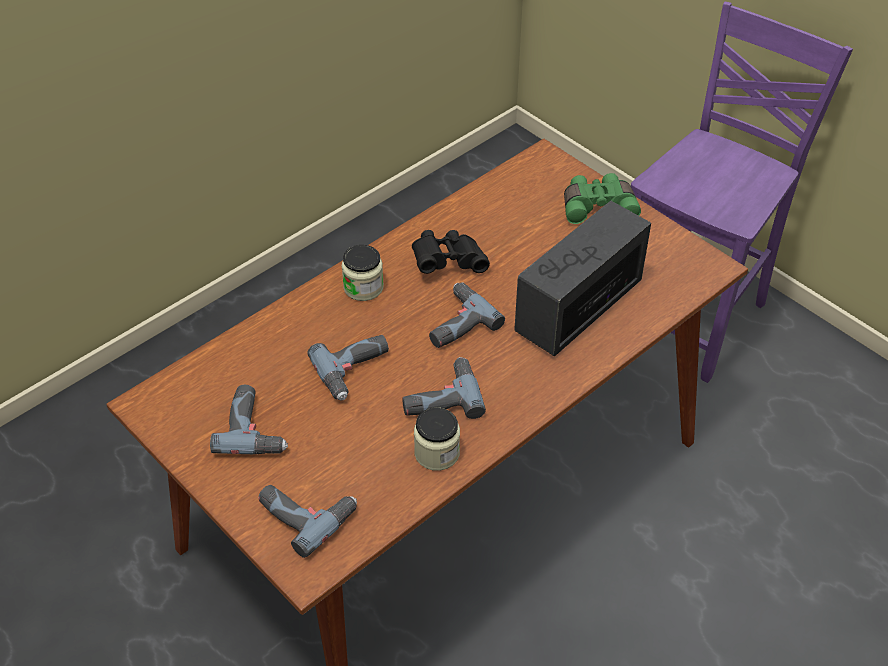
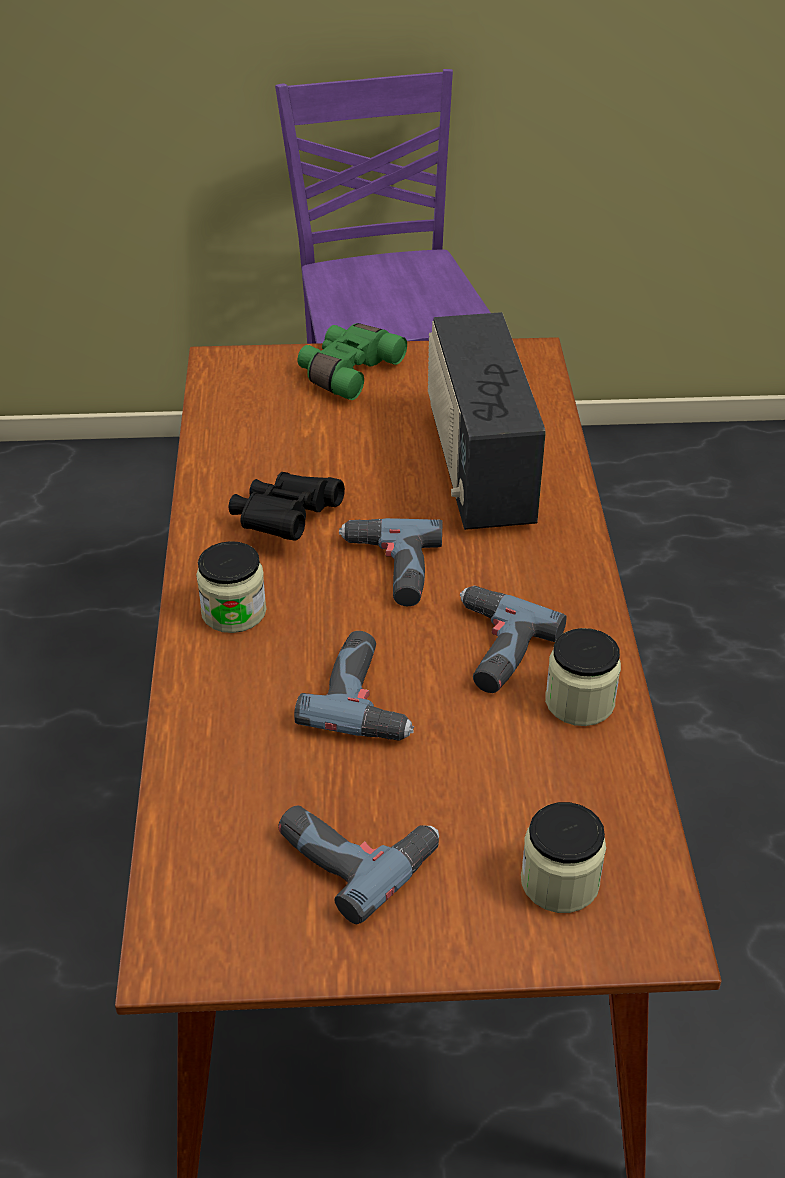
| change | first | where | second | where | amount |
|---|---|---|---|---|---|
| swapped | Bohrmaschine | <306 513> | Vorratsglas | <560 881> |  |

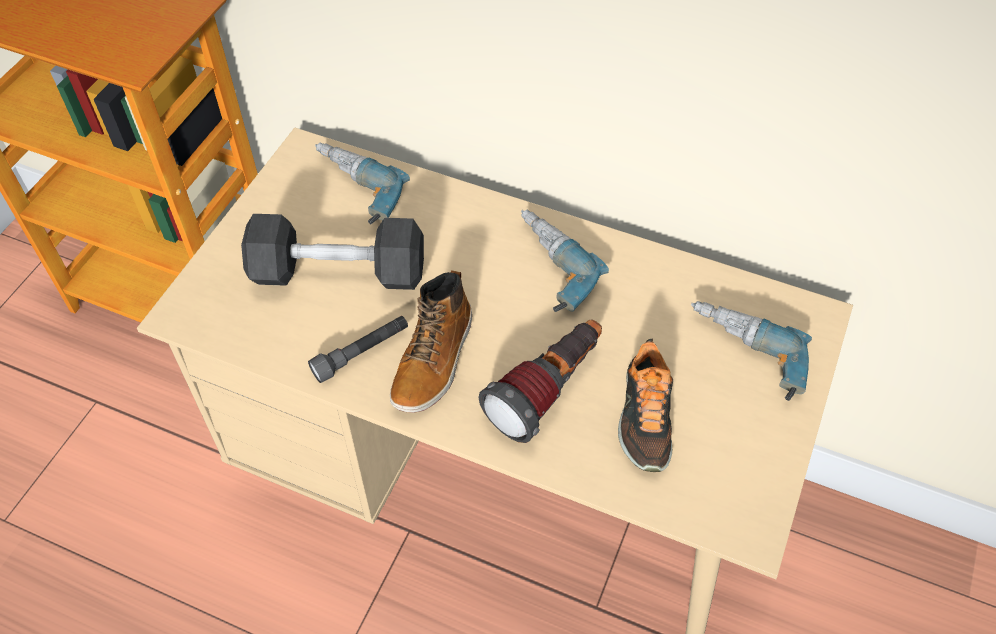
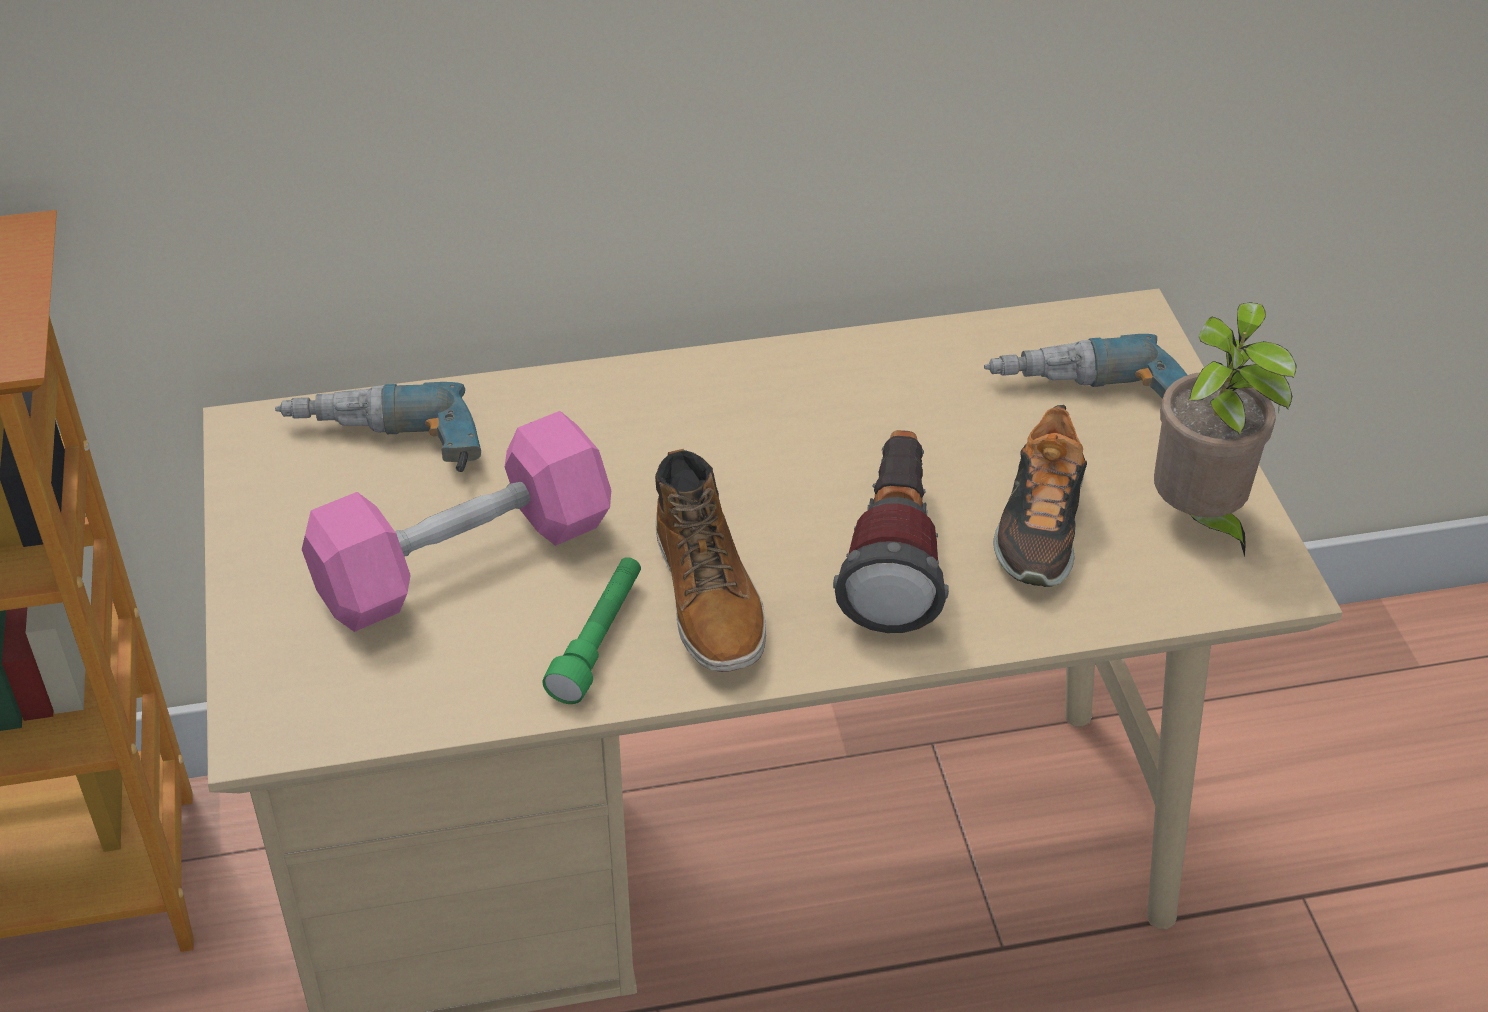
| change | first | where | second | where | amount |
|---|---|---|---|---|---|
| repainted | Hantel/grau | <338 272> | Hantel/rosa | <464 559> |  |
| repainted | Taschenlampe/grau | <361 353> | Taschenlampe/grün | <598 640> |  |
| gone | Bohrmaschine | <545 268> |  |  |  |
| rotated | Schuh | <644 417> |  | <1039 525> | 45 degrees clockwise |
| new |  |  | Topfpflanze | <1199 520> |  |

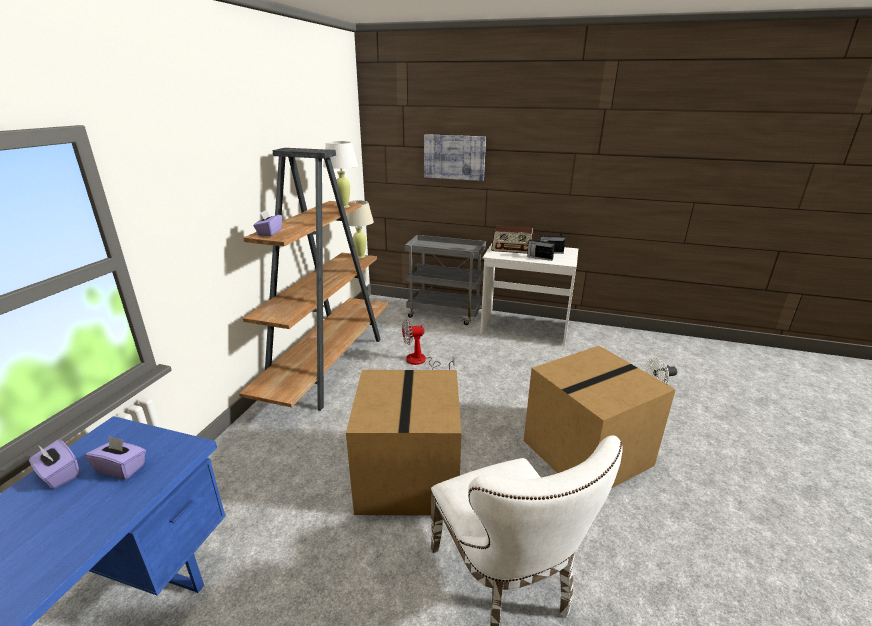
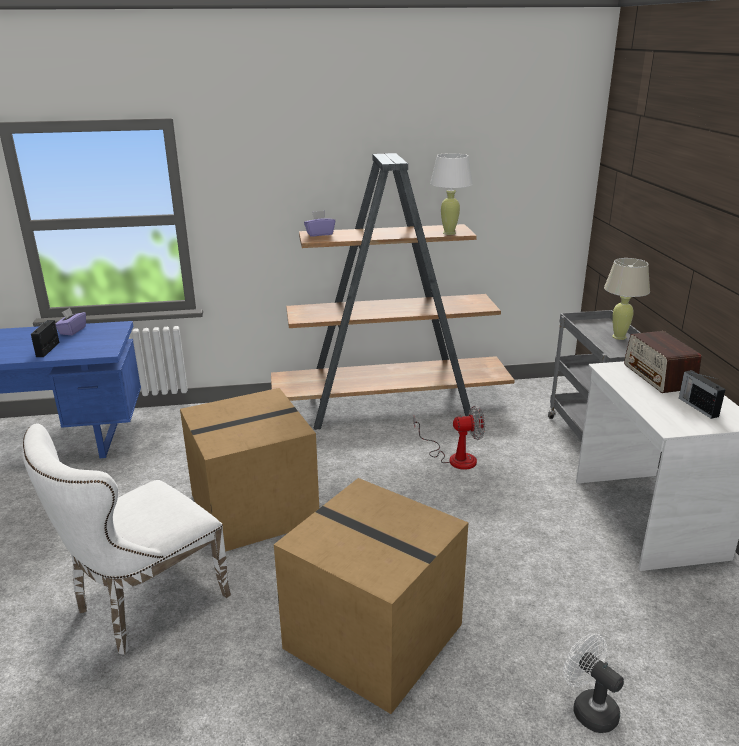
| change | first | where | second | where | amount |
|---|---|---|---|---|---|
| gone | Taschentuchbox/lila | <122 468> |  |  |  |
| shifted | Tischlampe/beige | <360 256> |  | <619 337> |  |
| rotated | Ventilator | <421 362> |  | <454 457> | 120 degrees clockwise |
| gone | Bild | <454 157> |  |  |  |
| shifted | Radio | <539 258> |  | <48 349> |  |

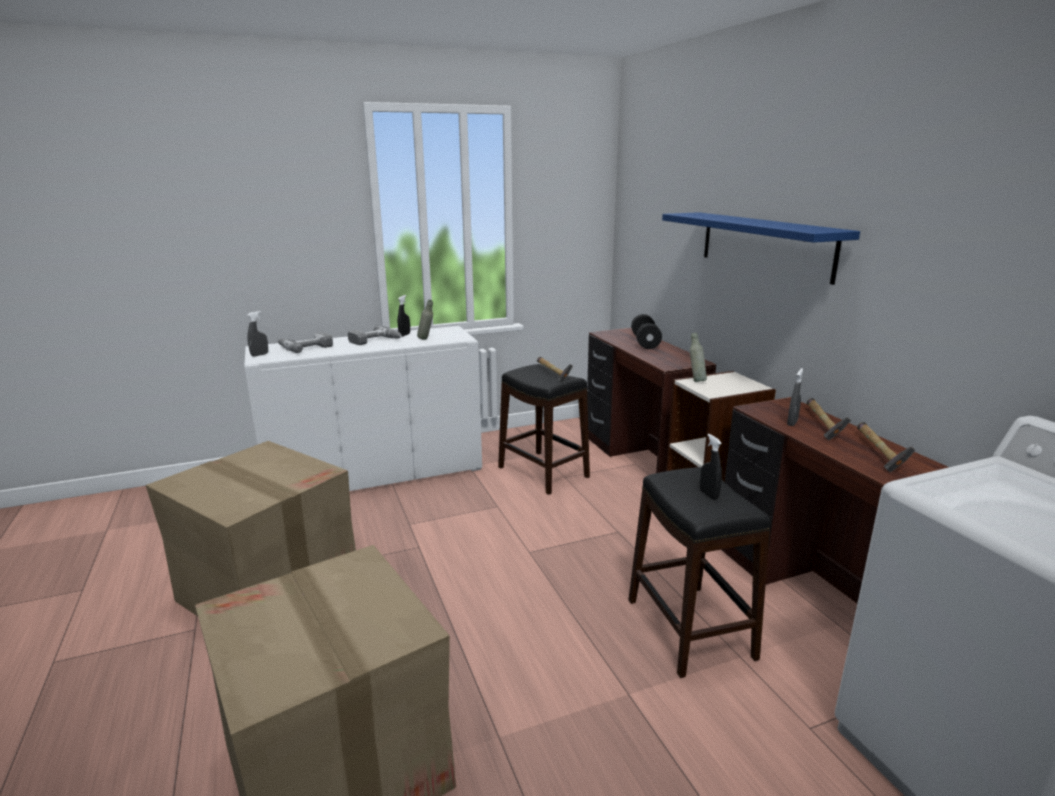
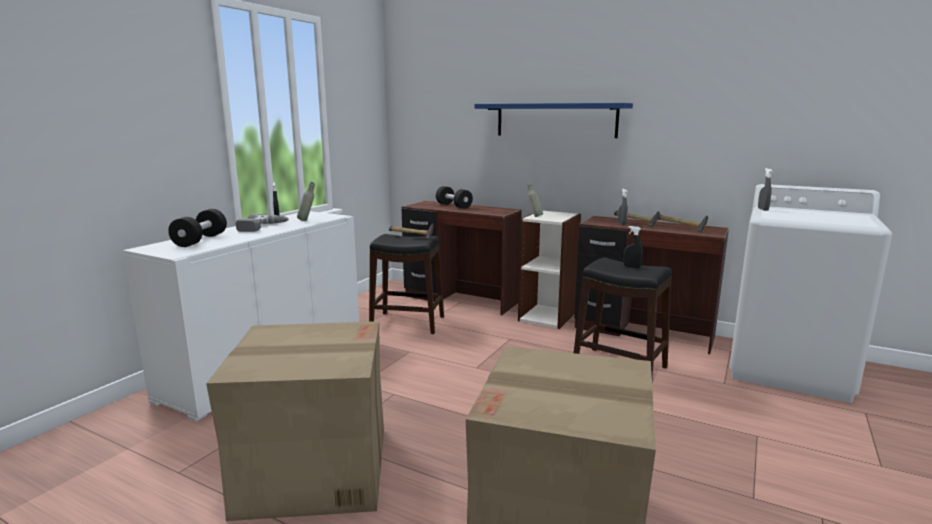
| change | first | where | second | where | amount |
|---|---|---|---|---|---|
| shifted | Sprühflasche/grau | <259 355> |  | <763 209> |  |
| swapped | Bohrmaschine | <305 347> | Hantel/schwarz | <200 240> |  |

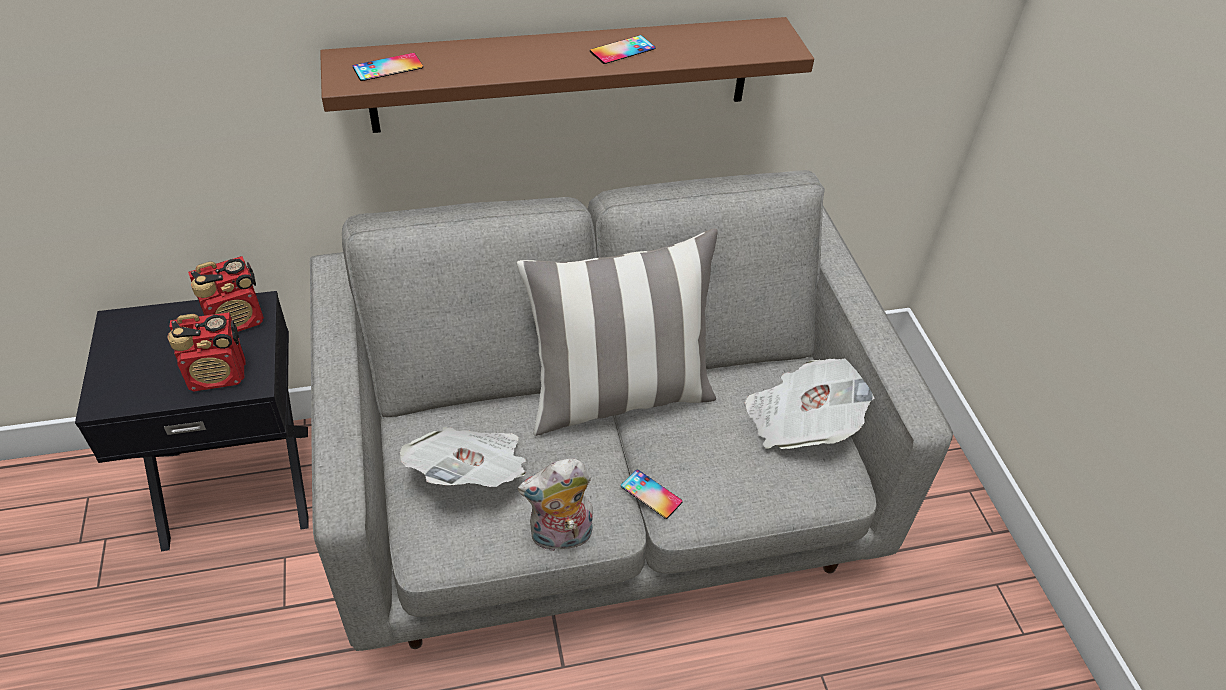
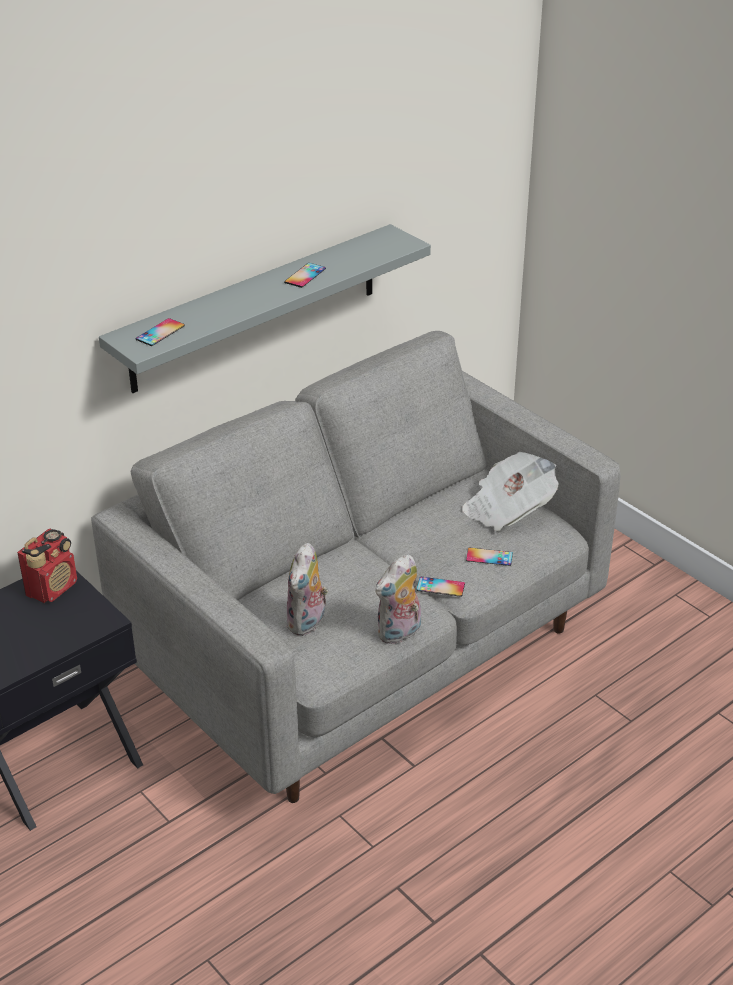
| change | first | where | second | where | amount |
|---|---|---|---|---|---|
| gone | Radio | <218 375> |  |  |  |
| repainted | Wandregal/braun | <563 75> | Wandregal/grau | <255 308> |  |
| swapped | Zeitung | <472 474> | Plüschtier | <308 623> |  |
| gone | Kissen | <619 395> |  |  |  |
| new |  |  | Handy | <489 557> |  |

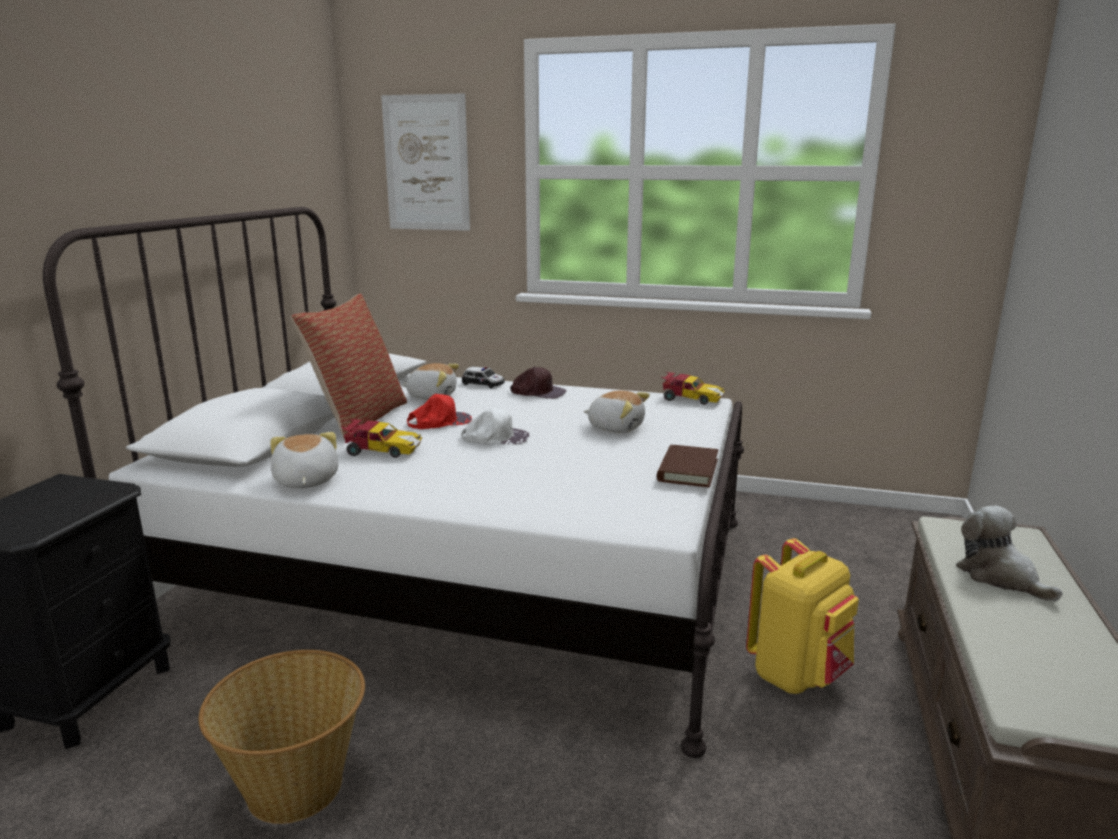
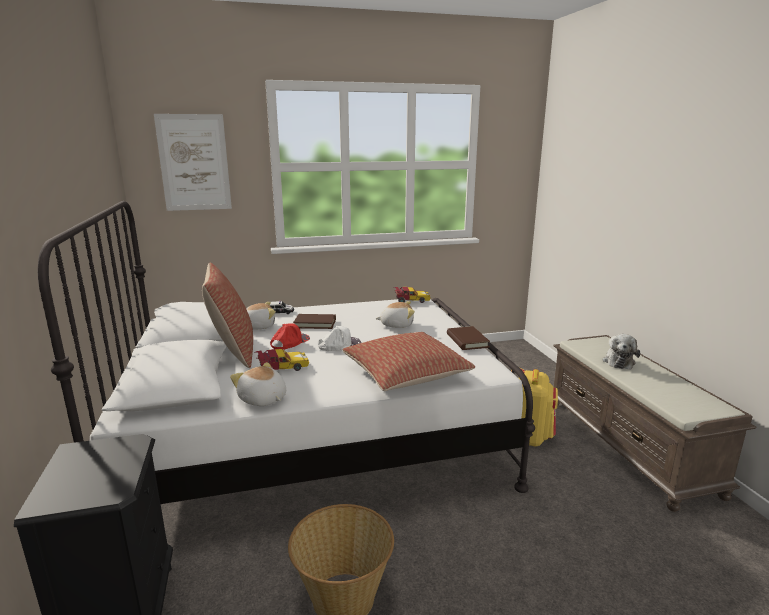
| change | first | where | second | where | amount |
|---|---|---|---|---|---|
| gone | Kappe/braun | <538 392> |  |  |  |
| rotated | Plüschtier | <1000 577> |  | <618 361> | 105 degrees counterclockwise |
| new |  |  | Buch/braun | <315 323> |  |
| new |  |  | Kissen | <405 374> |  |

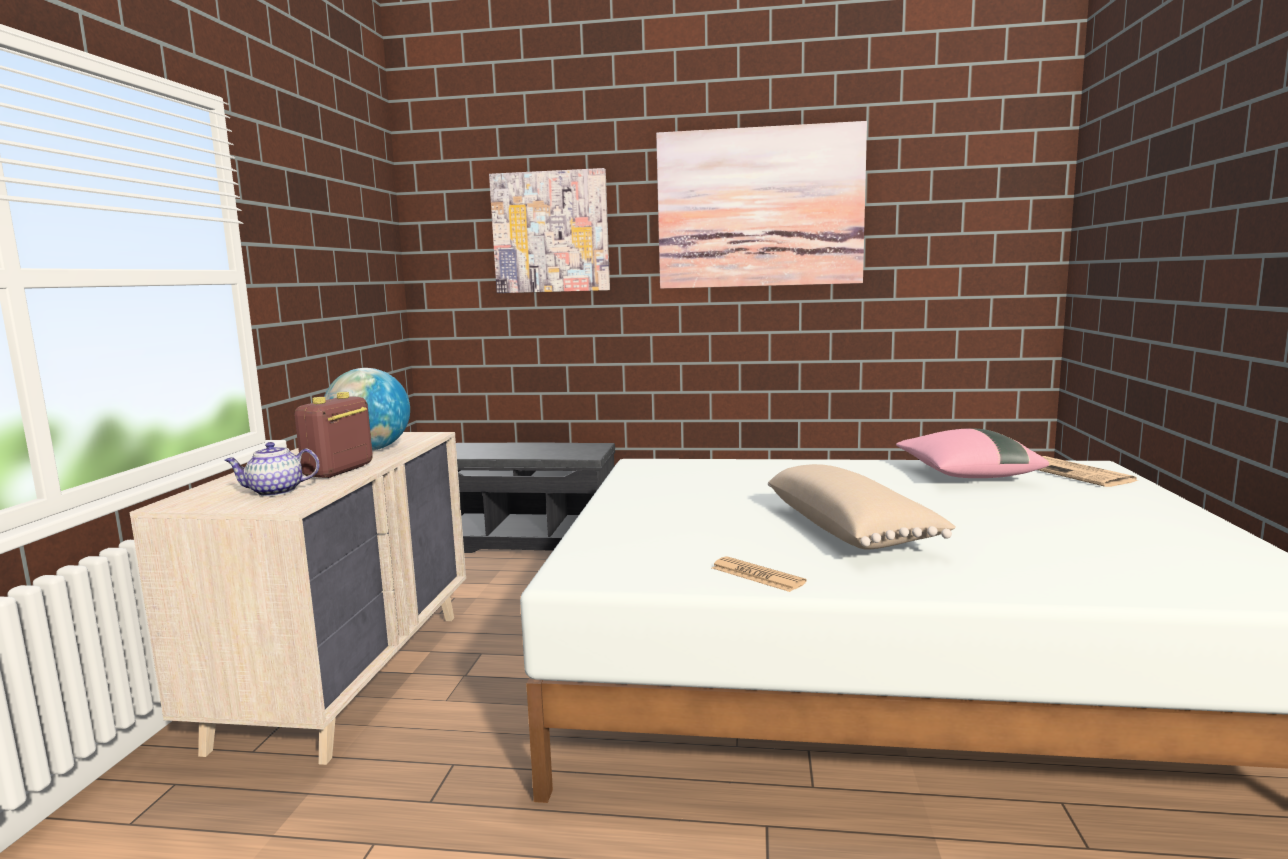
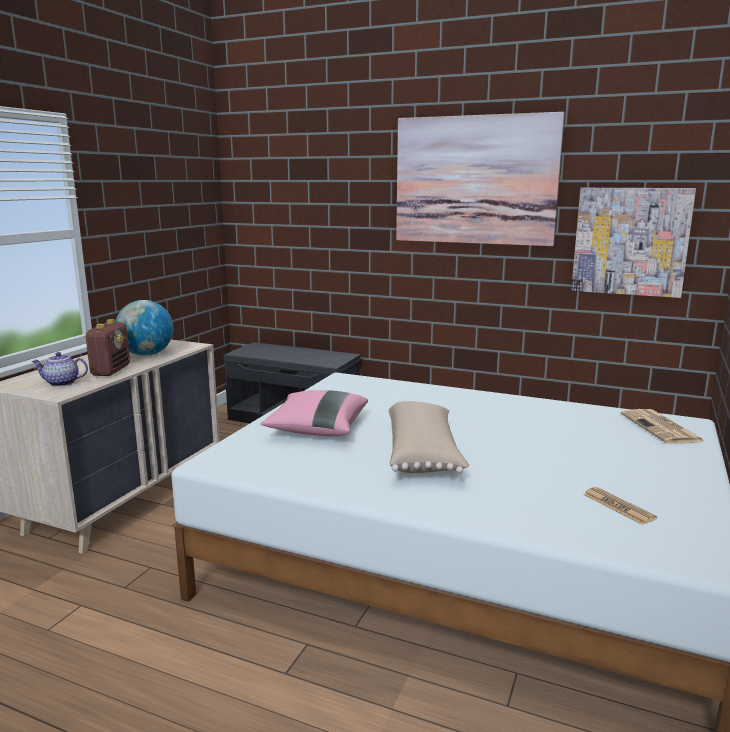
| change | first | where | second | where | amount |
|---|---|---|---|---|---|
| rotated | Radio | <338 471> |  | <111 370> | 150 degrees clockwise |
| shifted | Bild | <550 232> |  | <630 241> |  |
| shifted | Zeitung | <757 575> |  | <618 506> |  |
| shifted | Kissen/rosa | <966 475> |  | <317 429> |  |

